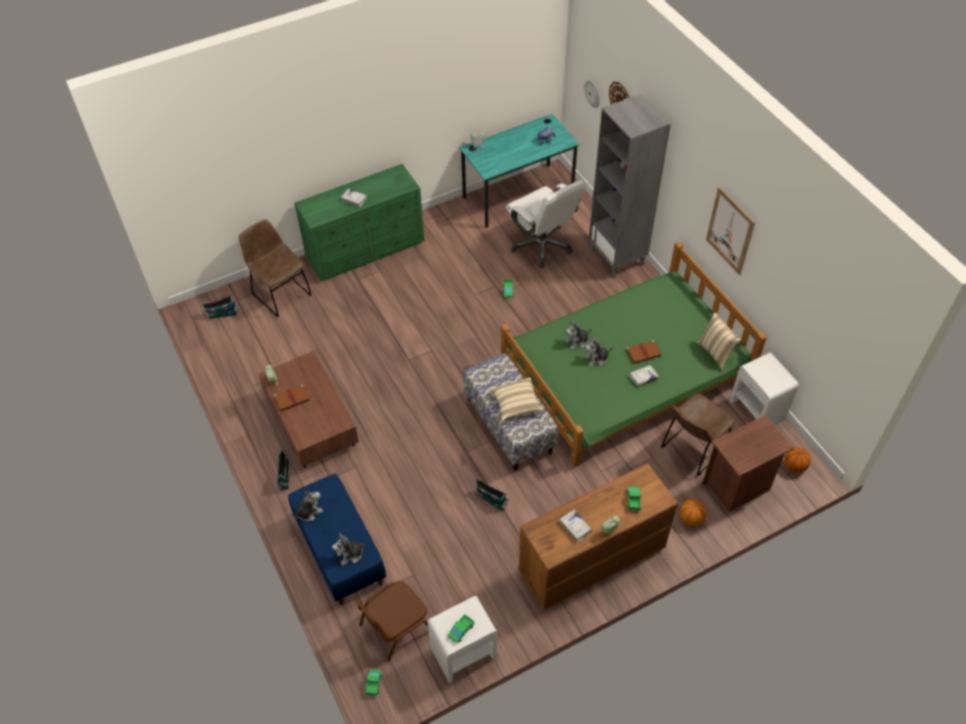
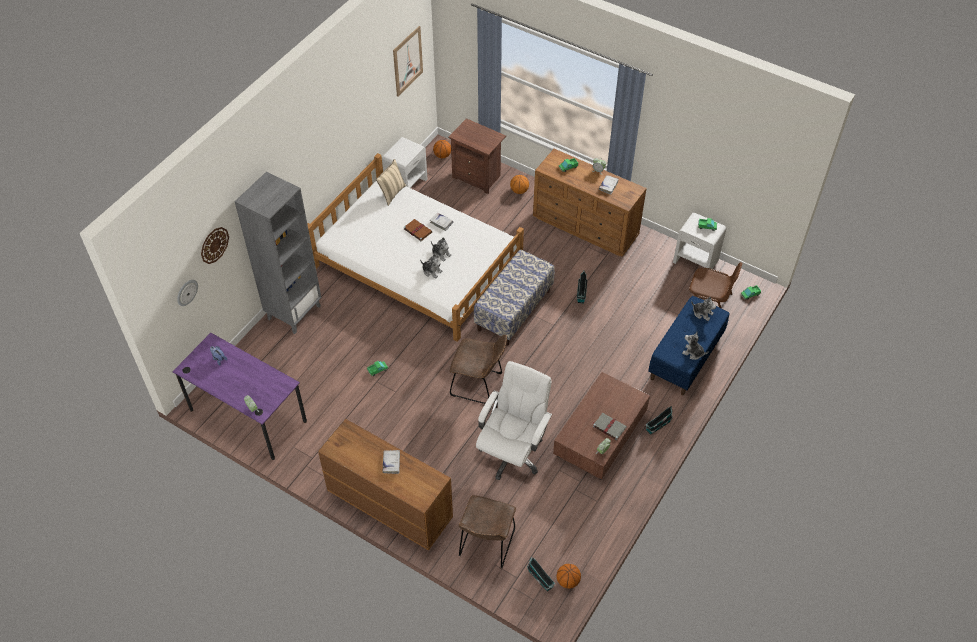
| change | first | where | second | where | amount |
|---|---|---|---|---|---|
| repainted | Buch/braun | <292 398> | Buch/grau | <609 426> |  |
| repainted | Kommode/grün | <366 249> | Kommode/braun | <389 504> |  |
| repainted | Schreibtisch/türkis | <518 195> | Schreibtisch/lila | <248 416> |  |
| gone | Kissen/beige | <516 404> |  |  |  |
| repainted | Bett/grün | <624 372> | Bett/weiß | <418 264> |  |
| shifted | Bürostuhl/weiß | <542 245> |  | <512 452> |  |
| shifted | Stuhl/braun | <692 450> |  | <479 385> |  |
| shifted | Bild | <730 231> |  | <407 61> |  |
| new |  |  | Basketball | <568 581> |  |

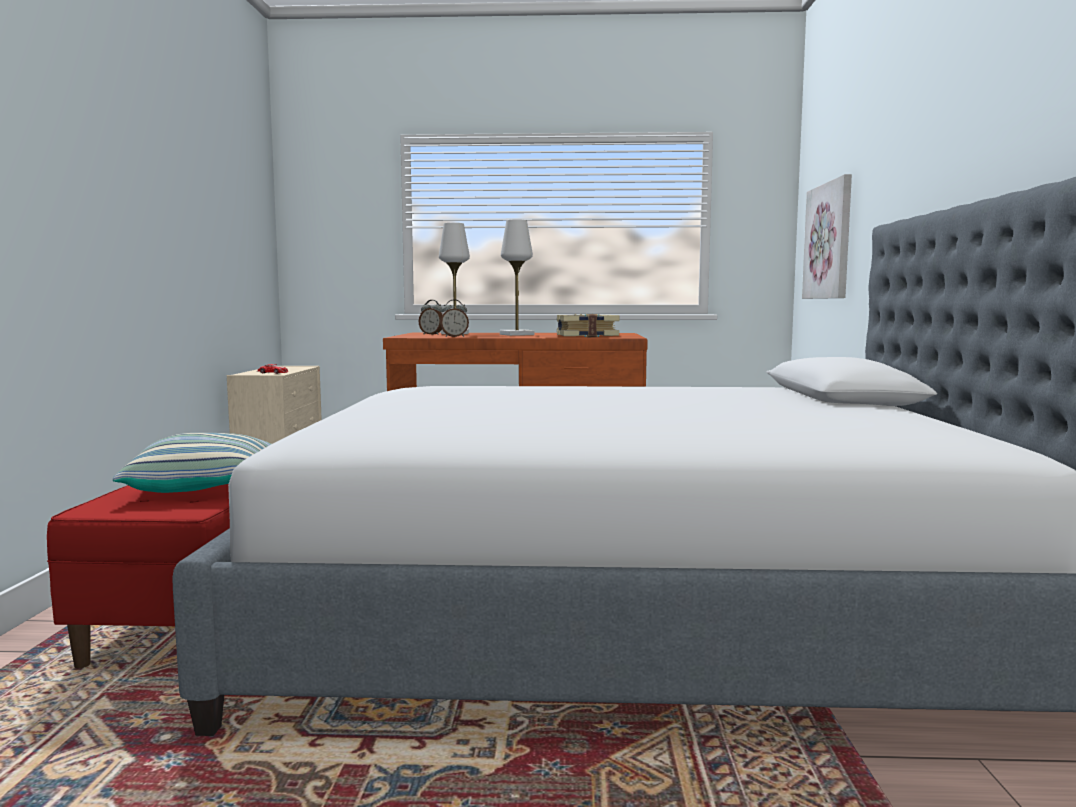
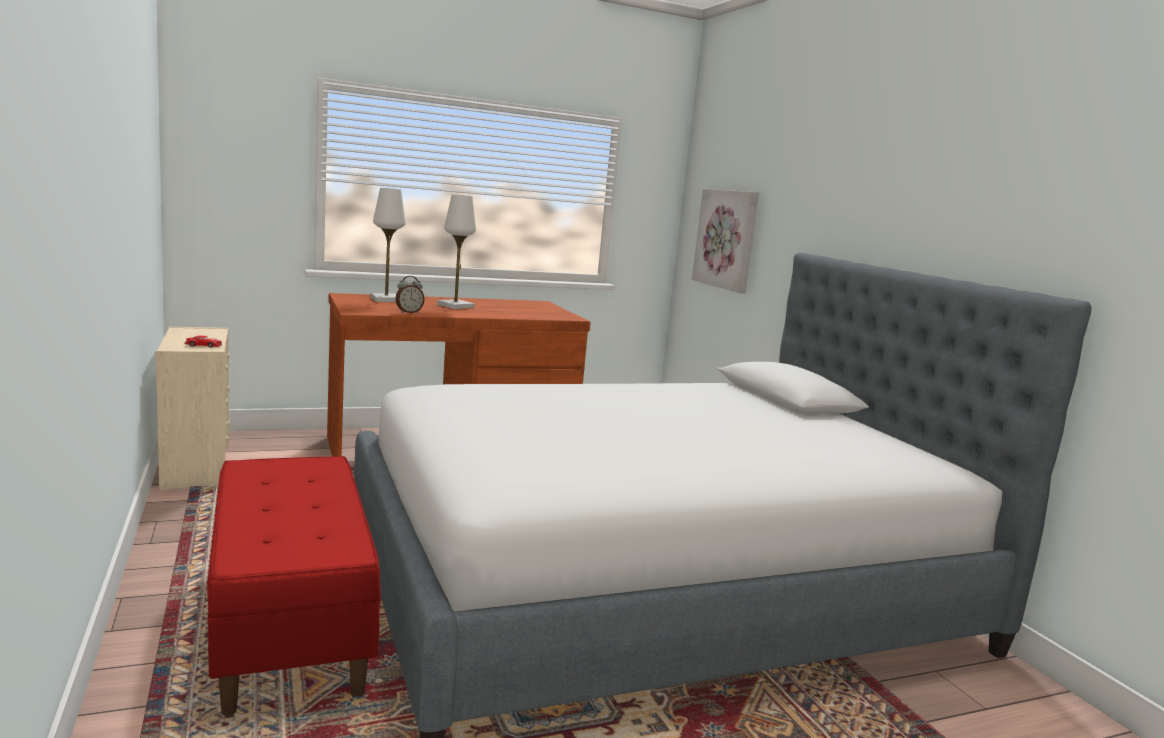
| change | first | where | second | where | amount |
|---|---|---|---|---|---|
| gone | Kissen | <206 487> |  |  |  |
| gone | Wecker | <432 334> |  |  |  |
| gone | Buch | <586 336> |  |  |  |

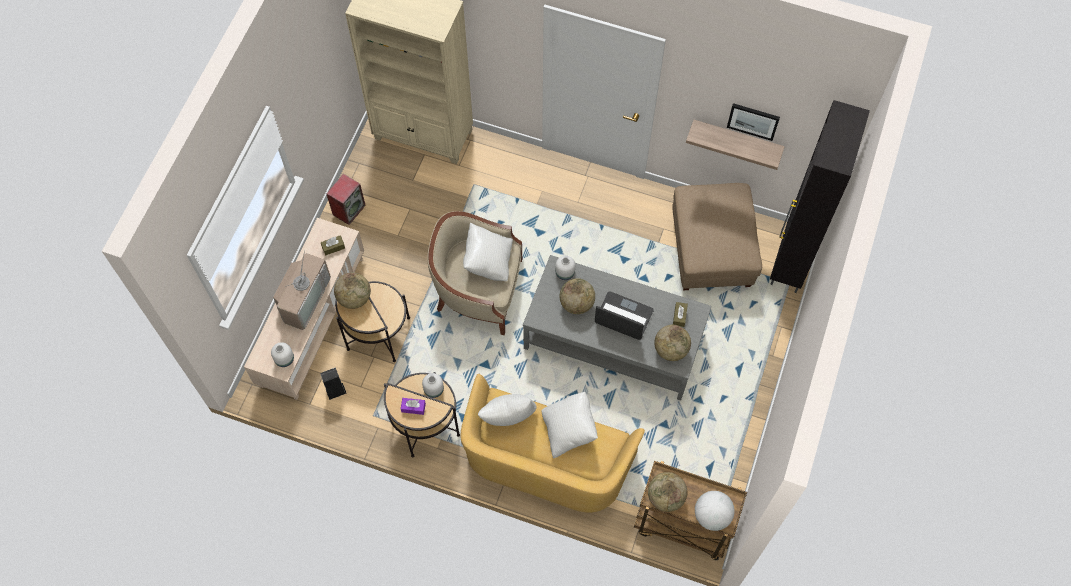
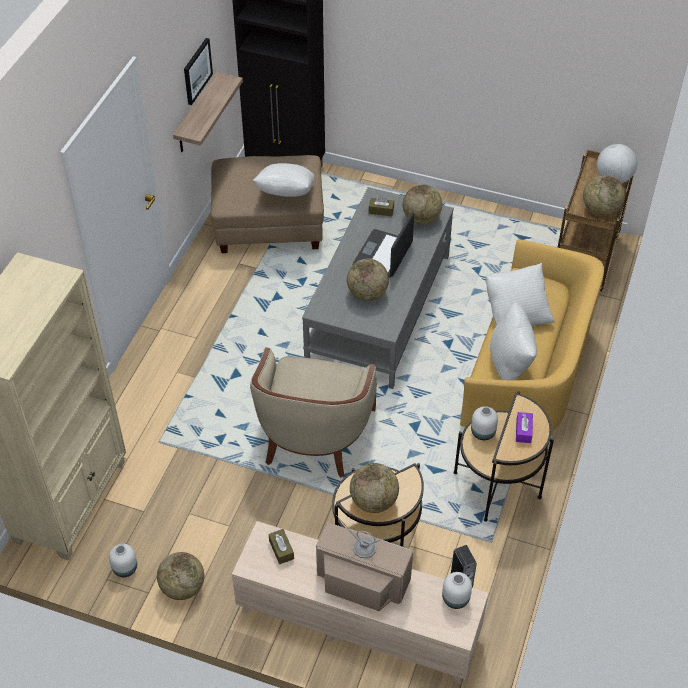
| change | first | where | second | where | amount |
|---|---|---|---|---|---|
| swapped | Lautsprecher | <349 209> | Globus | <182 587> |  |
| shifted | Kissen/weiß | <488 261> |  | <285 195> |  |
| shifted | Vase/weiß | <564 273> |  | <125 569> |  |

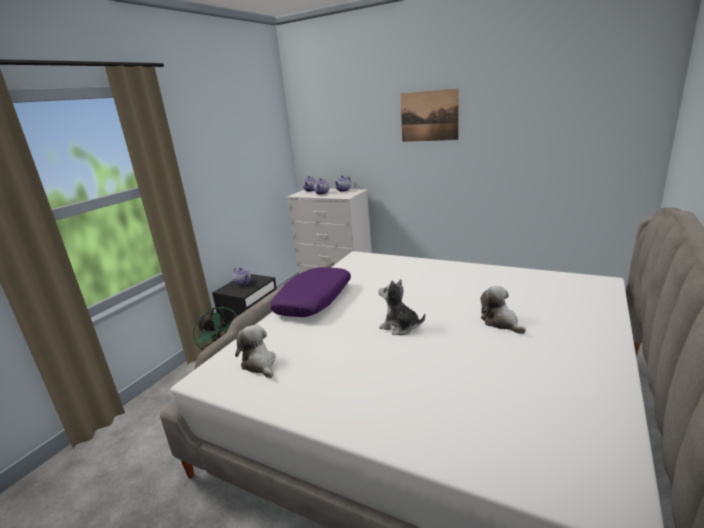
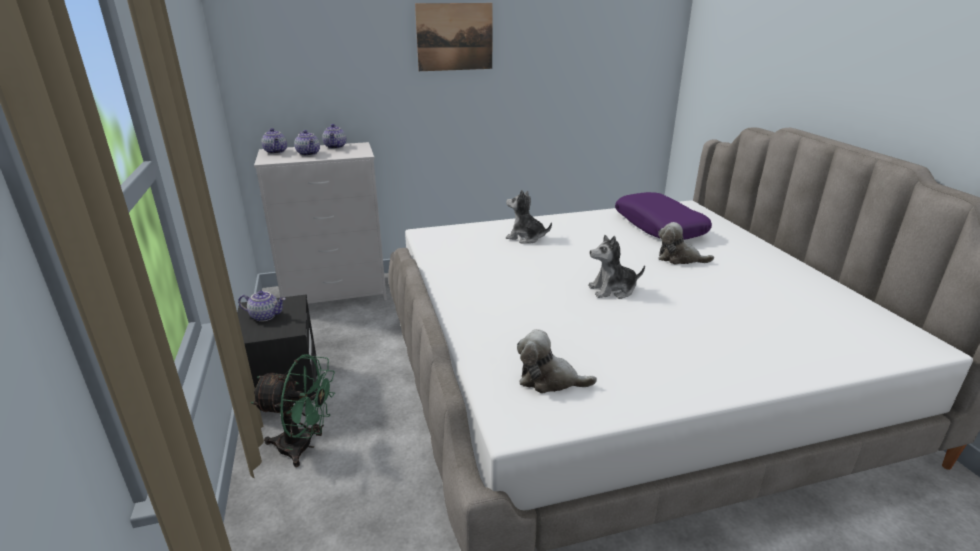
| change | first | where | second | where | amount |
|---|---|---|---|---|---|
| shifted | Kissen/lila | <314 300> |  | <659 226> |  |
| new |  |  | Plüschtier | <525 238> |  |

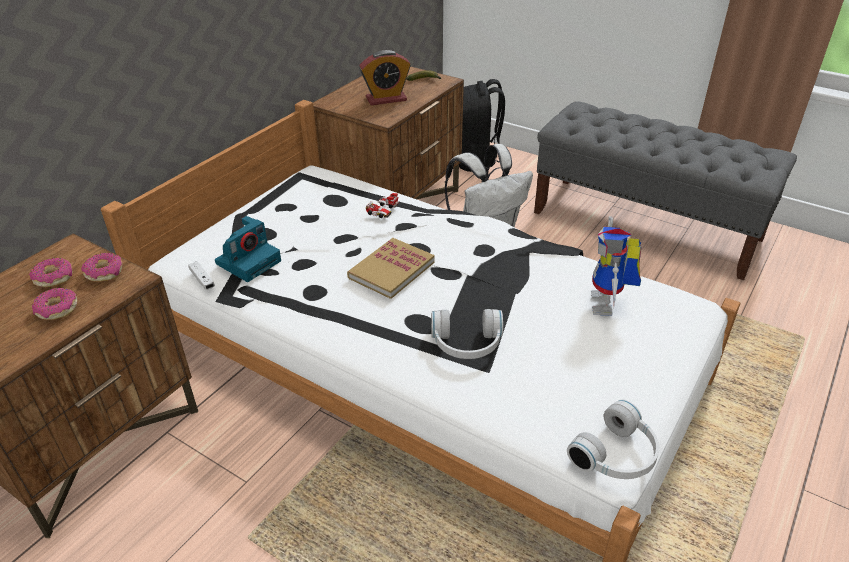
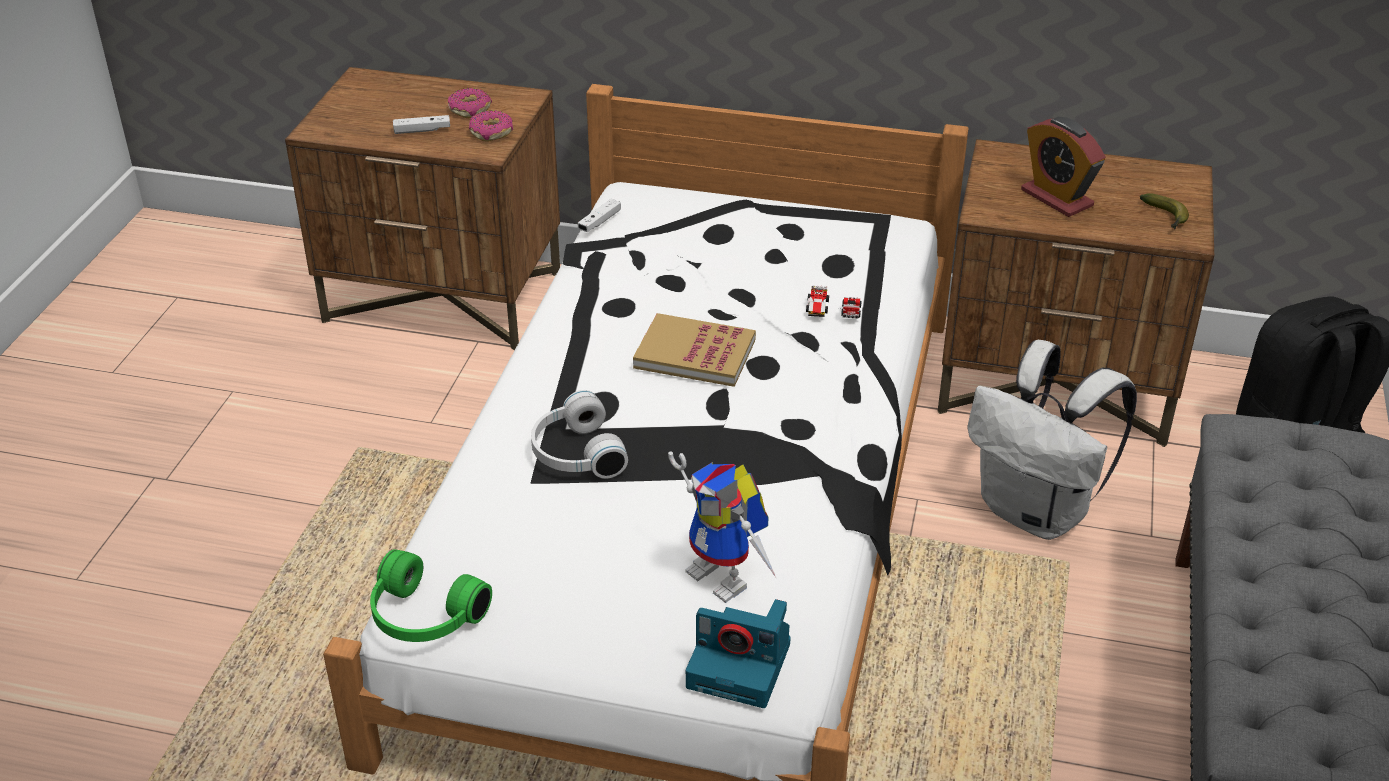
| change | first | where | second | where | amount |
|---|---|---|---|---|---|
| swapped | Donut | <57 309> | Gamepad/weiß | <422 130> |  |
| shifted | Kamera | <249 261> |  | <741 665> |  |
| repainted | Kopfhörer/weiß | <617 456> | Kopfhörer/grün | <423 617> |  |
| rotated | Spielzeugroboter | <608 306> |  | <727 577> | 120 degrees counterclockwise |

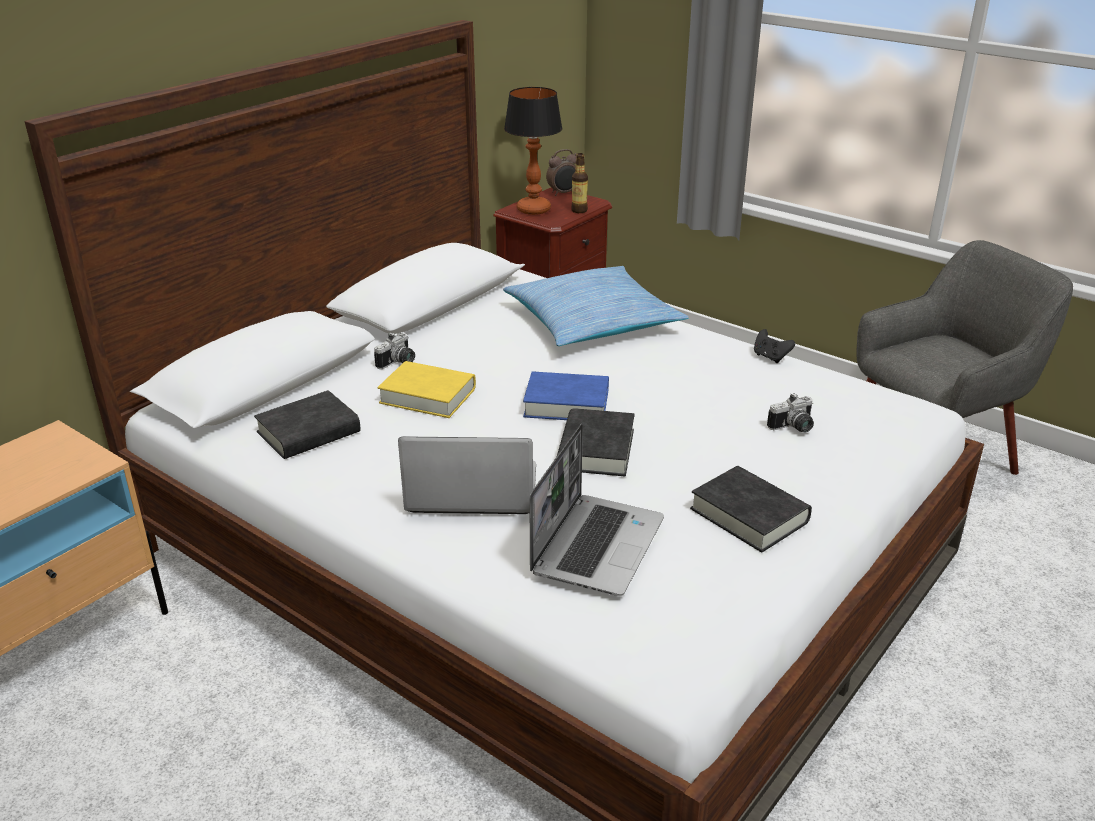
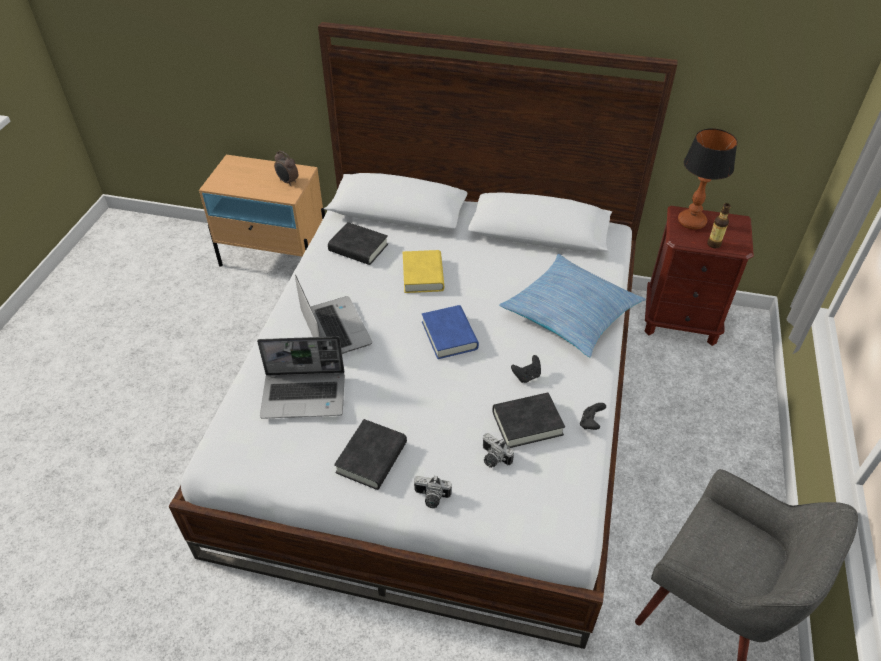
| change | first | where | second | where | amount |
|---|---|---|---|---|---|
| shifted | Kamera | <398 363> |  | <431 498> |  |
| shifted | Wecker | <563 193> |  | <288 182> |  |
| shifted | Buch/schwarz | <596 449> |  | <527 423> |  |
| new |  |  | Gamepad/schwarz | <527 376> |  |

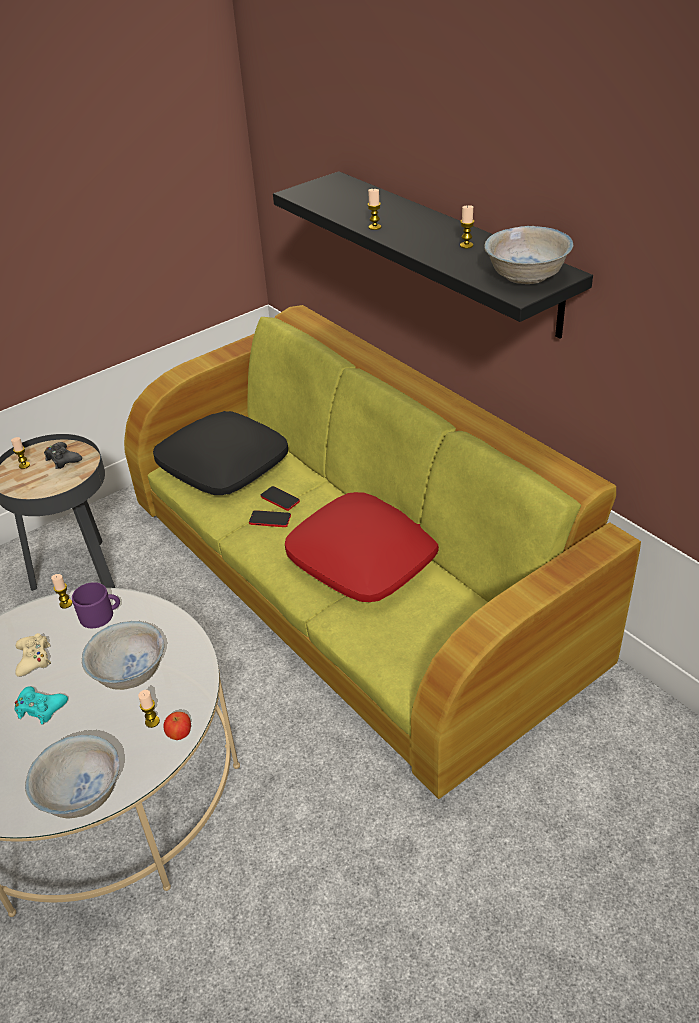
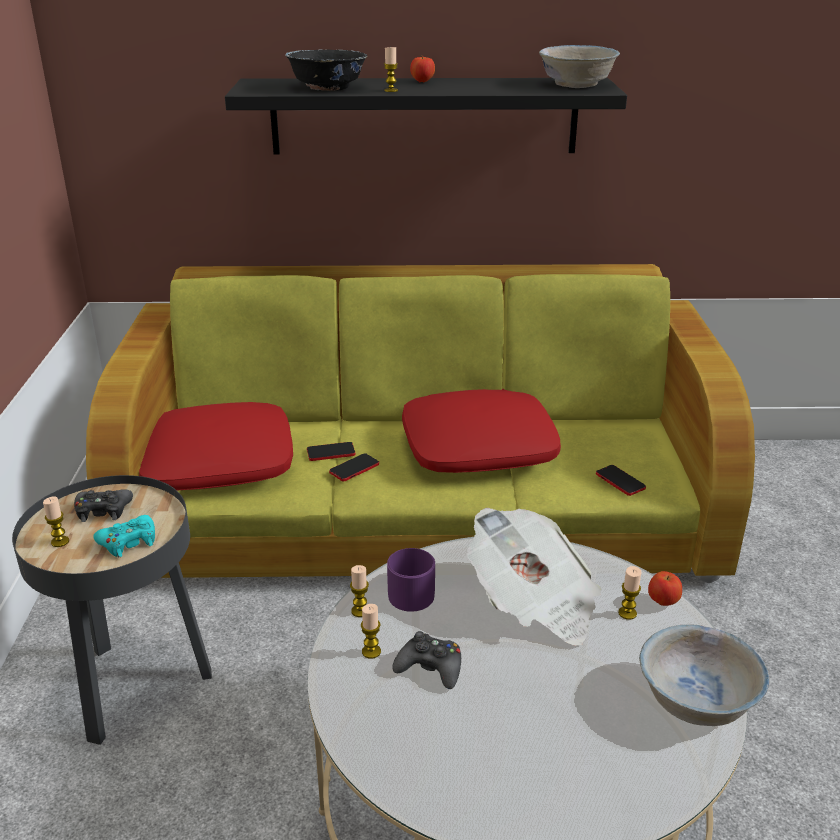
| change | first | where | second | where | amount |
|---|---|---|---|---|---|
| shifted | Gamepad/türkis | <40 708> |  | <129 542> |  |
| repainted | Gamepad/beige | <34 659> | Gamepad/schwarz | <430 667> |  |
| swapped | Schüssel/weiß | <129 672> | Zeitung | <534 603> |  |
| repainted | Kissen/schwarz | <224 464> | Kissen/rot | <218 462> |  |
| shifted | Kerze | <466 245> |  | <371 651> |  |
| new |  |  | Schüssel/schwarz | <327 87> |  |
| new |  |  | Apfel | <422 81> |  |
| new |  |  | Handy | <620 481> |  |

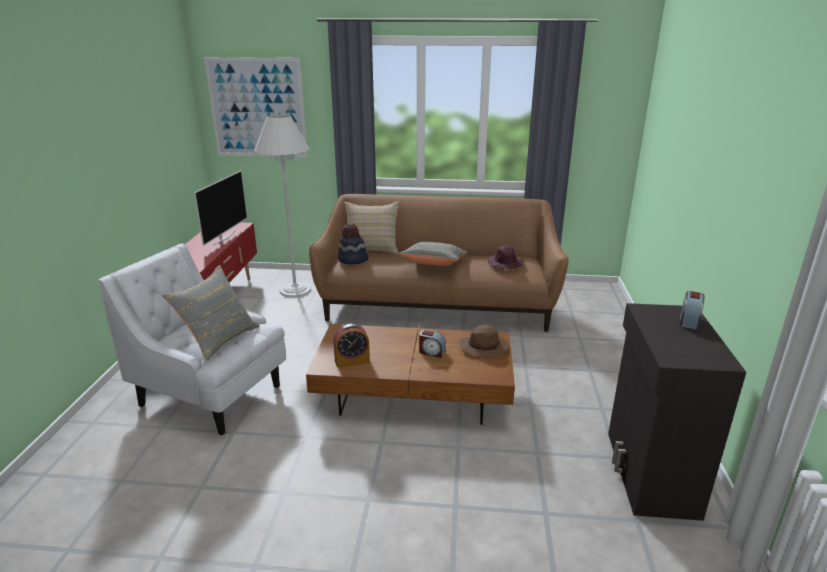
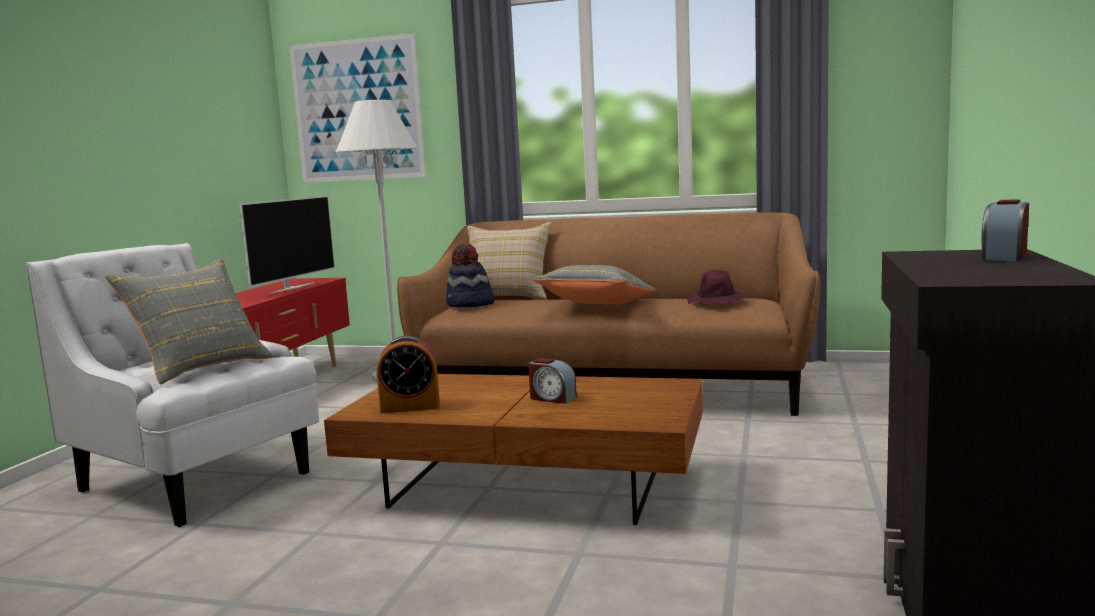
| change | first | where | second | where | amount |
|---|---|---|---|---|---|
| gone | Hut/braun | <484 347> |  |  |  |

